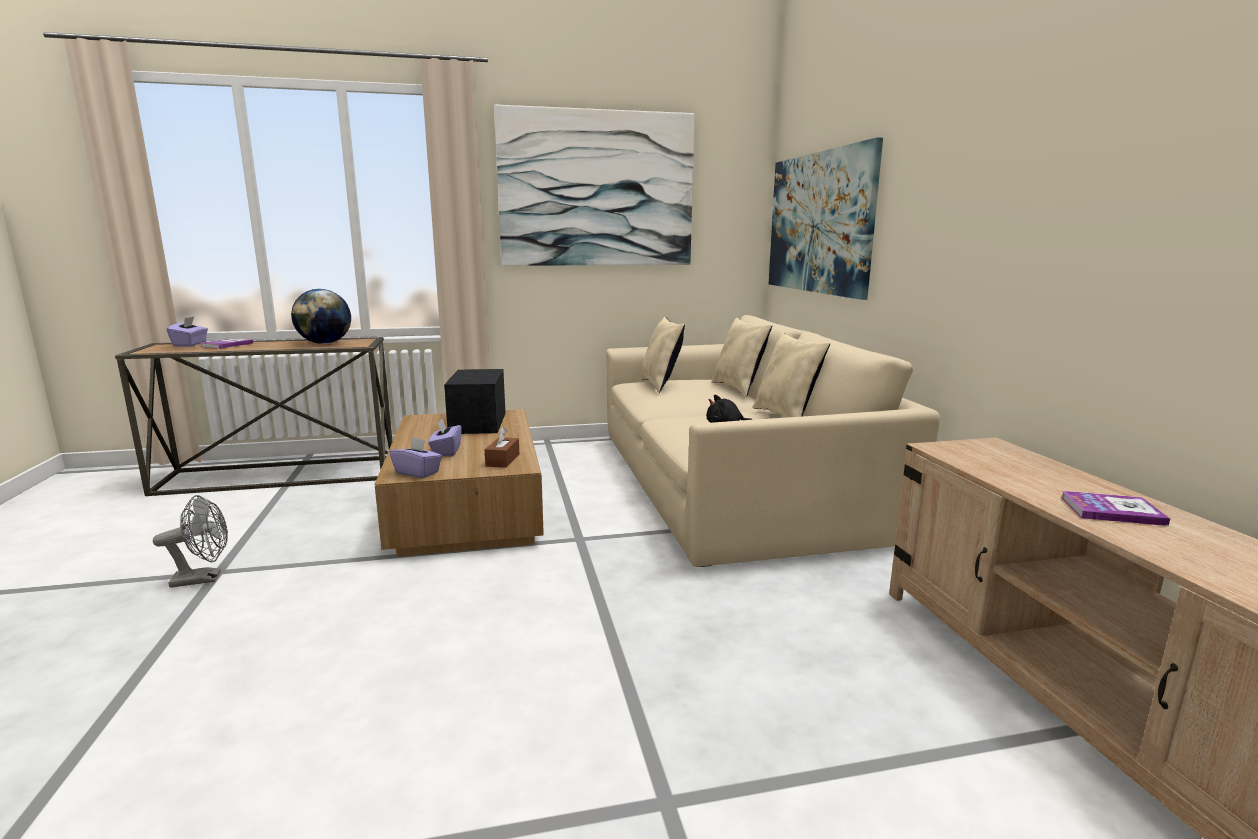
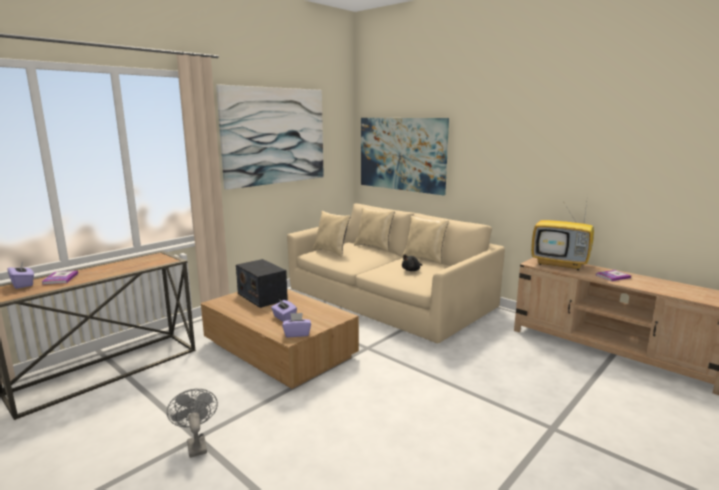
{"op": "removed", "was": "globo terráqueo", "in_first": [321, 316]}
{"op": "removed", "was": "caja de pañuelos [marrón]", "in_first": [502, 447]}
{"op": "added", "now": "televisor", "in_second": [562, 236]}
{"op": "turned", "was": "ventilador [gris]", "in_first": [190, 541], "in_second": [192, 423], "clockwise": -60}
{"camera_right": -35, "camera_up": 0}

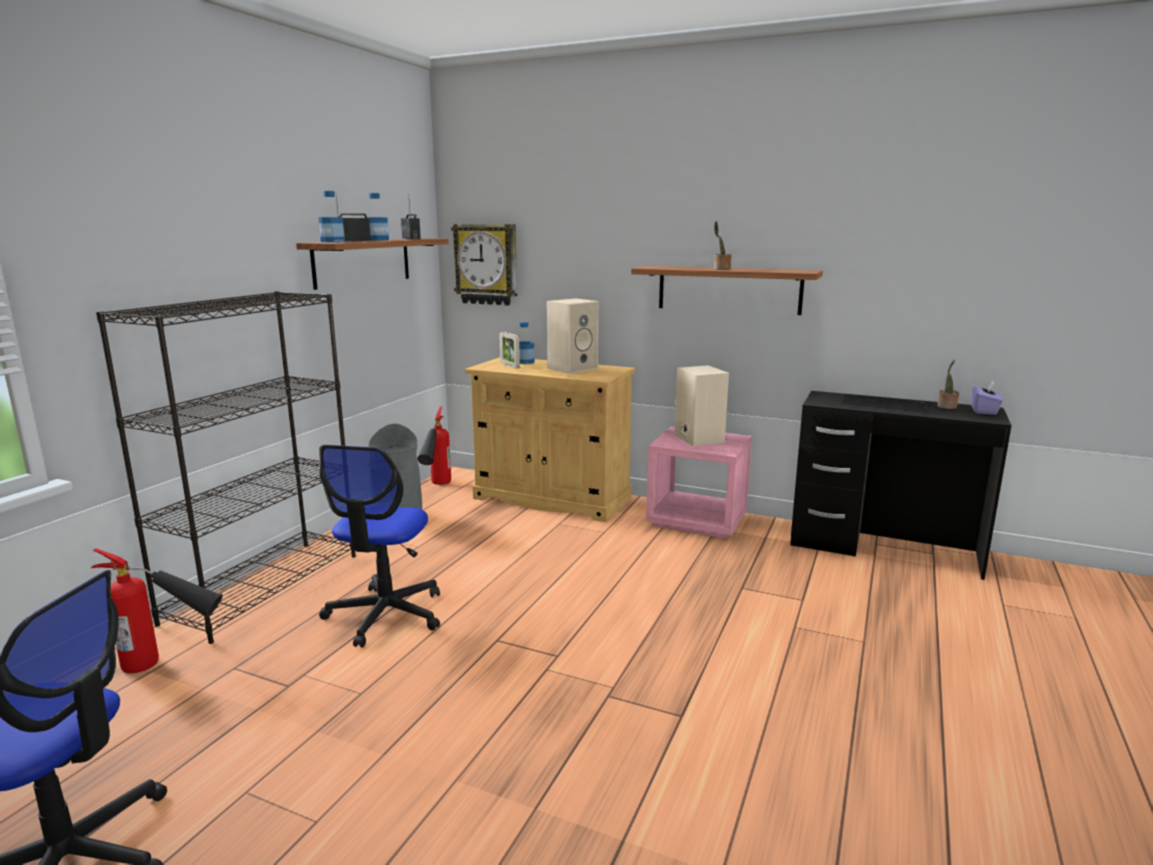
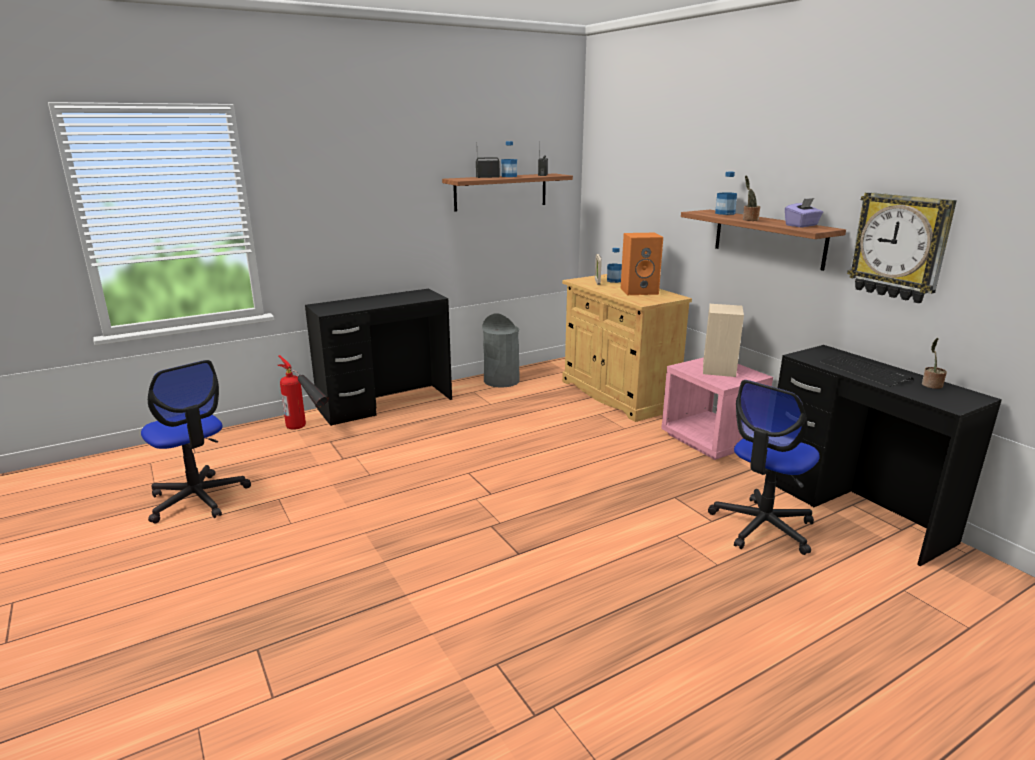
{"op": "removed", "was": "extintor", "in_first": [434, 445]}
{"op": "moved", "was": "botella", "in_first": [331, 216], "in_second": [726, 193]}
{"op": "moved", "was": "silla de oficina", "in_first": [379, 546], "in_second": [764, 467]}
{"op": "moved", "was": "reloj de pared", "in_first": [484, 265], "in_second": [902, 247]}
{"op": "moved", "was": "caja de pañuelos [morado]", "in_first": [987, 398], "in_second": [804, 212]}
{"op": "replaced", "was": "estantería [negro]", "now": "escritorio [negro]", "in_first": [226, 467], "in_second": [378, 357]}
{"op": "recoloured", "was": "altavoz [beis]", "now": "altavoz [naranja]", "in_first": [572, 336], "in_second": [642, 264]}
{"camera_right": 35, "camera_up": 5}

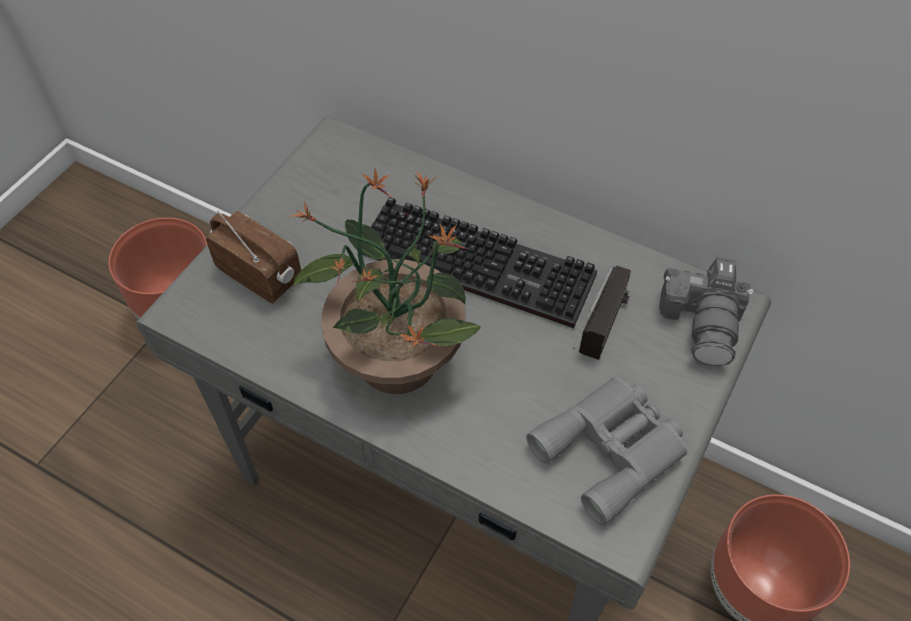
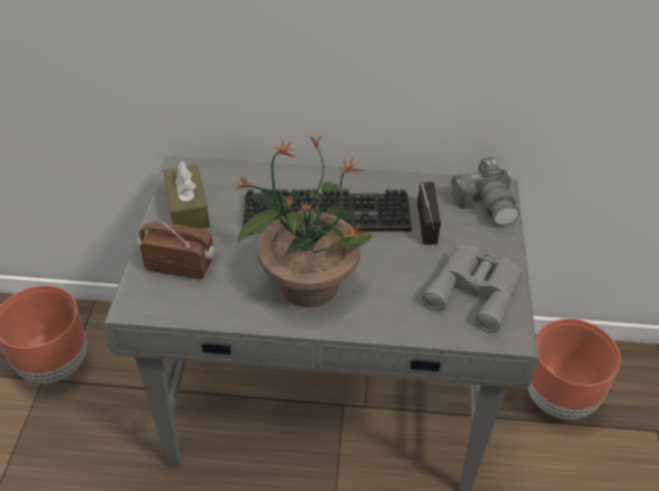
{"op": "added", "now": "caja de pañuelos [marrón]", "in_second": [186, 195]}
{"camera_right": -25, "camera_up": -10}

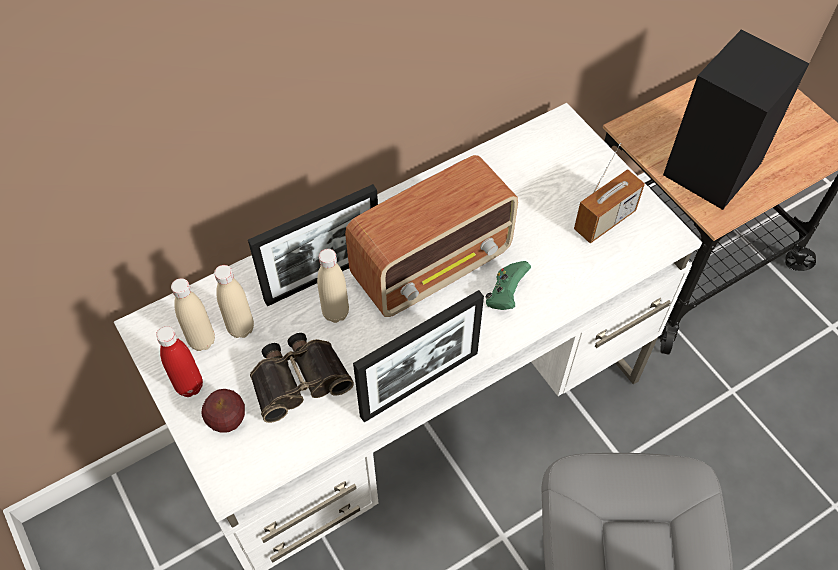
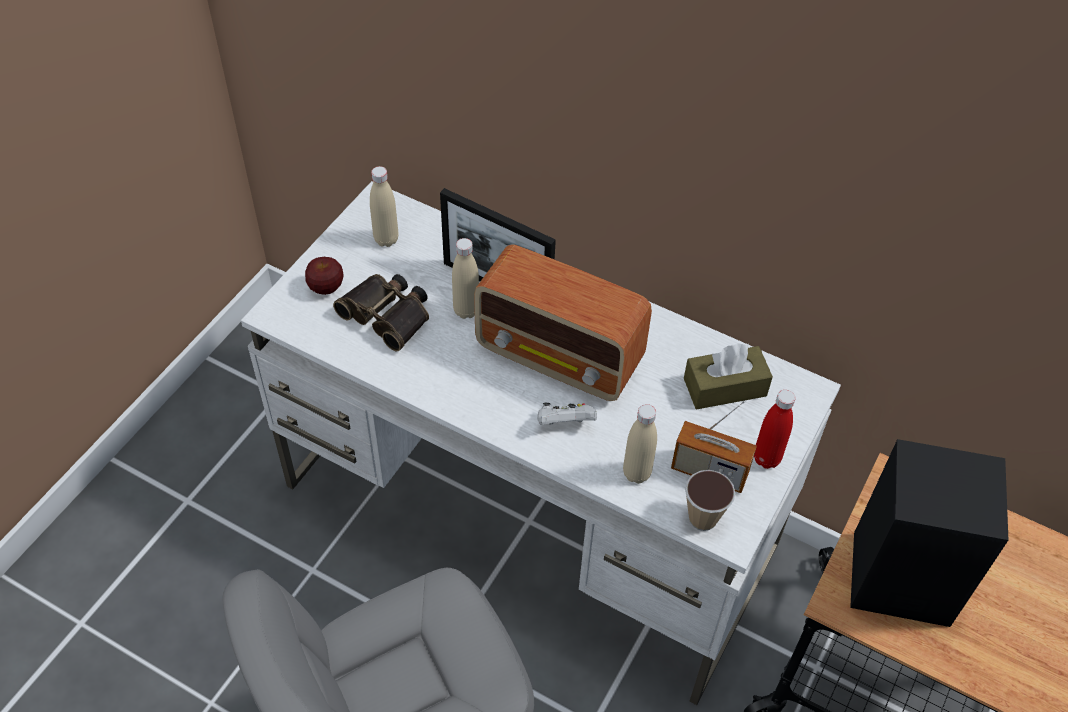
{"op": "removed", "was": "portarretratos", "in_first": [418, 356]}
{"op": "added", "now": "caja de pañuelos [marrón]", "in_second": [728, 376]}
{"op": "added", "now": "taza", "in_second": [710, 500]}
{"op": "moved", "was": "botella [rojo]", "in_first": [179, 361], "in_second": [774, 429]}
{"op": "moved", "was": "botella [beis]", "in_first": [234, 301], "in_second": [640, 444]}
{"op": "recoloured", "was": "mando de consola [verde]", "now": "mando de consola [blanco]", "in_first": [508, 285], "in_second": [567, 414]}
{"camera_right": 60, "camera_up": -5}

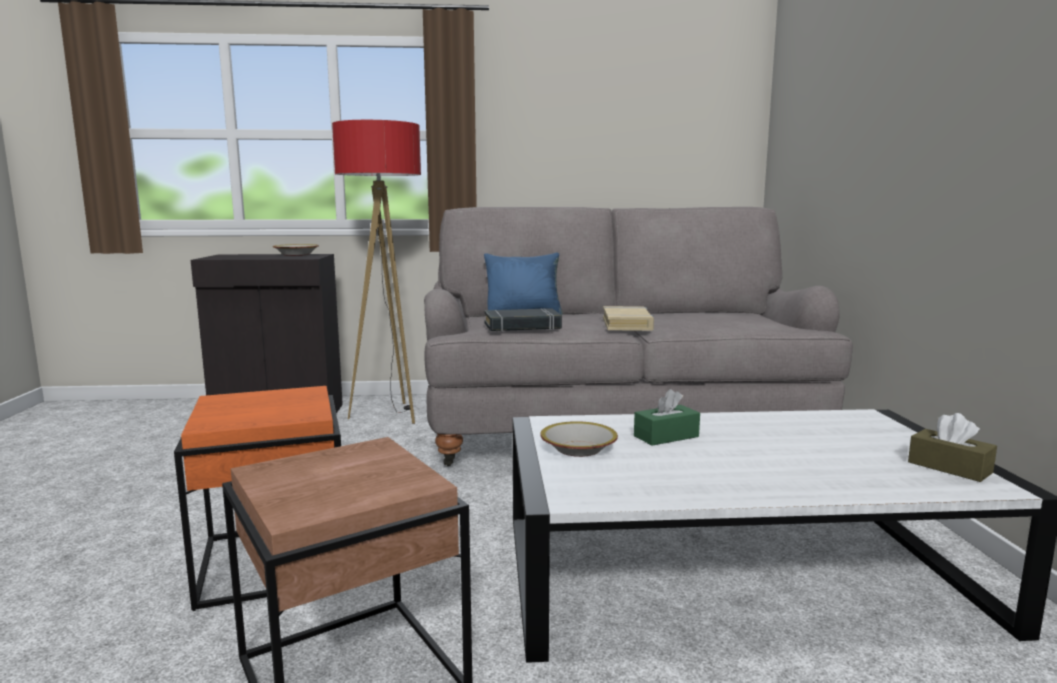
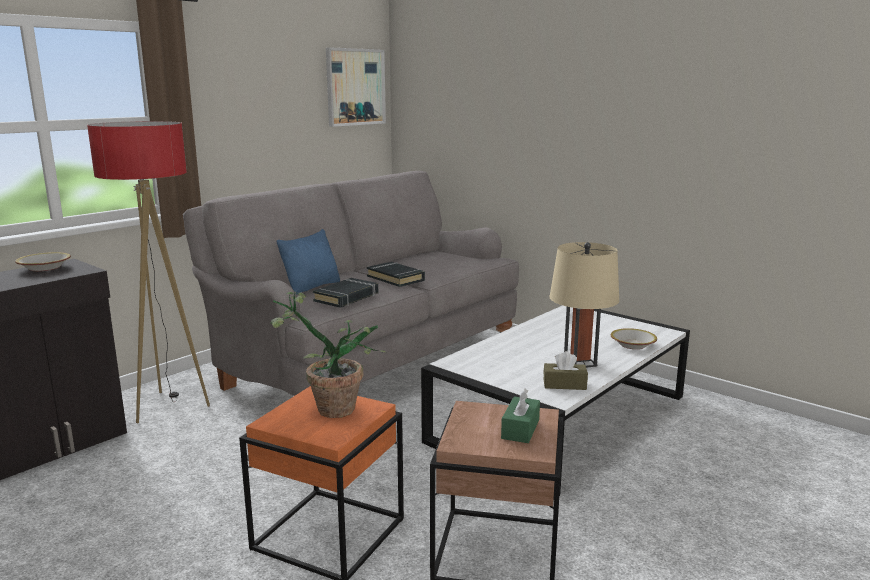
{"op": "added", "now": "planta en maceta", "in_second": [328, 355]}
{"op": "added", "now": "cuadro", "in_second": [356, 87]}
{"op": "added", "now": "lámpara de mesa [beis]", "in_second": [584, 305]}
{"op": "moved", "was": "cuenco", "in_first": [579, 439], "in_second": [634, 338]}
{"op": "moved", "was": "caja de pañuelos [verde]", "in_first": [667, 417], "in_second": [520, 416]}
{"op": "moved", "was": "caja de pañuelos [marrón]", "in_first": [952, 447], "in_second": [565, 370]}
{"op": "recoloured", "was": "libro [beis]", "now": "libro [negro]", "in_first": [628, 318], "in_second": [396, 274]}
{"camera_right": -45, "camera_up": 5}

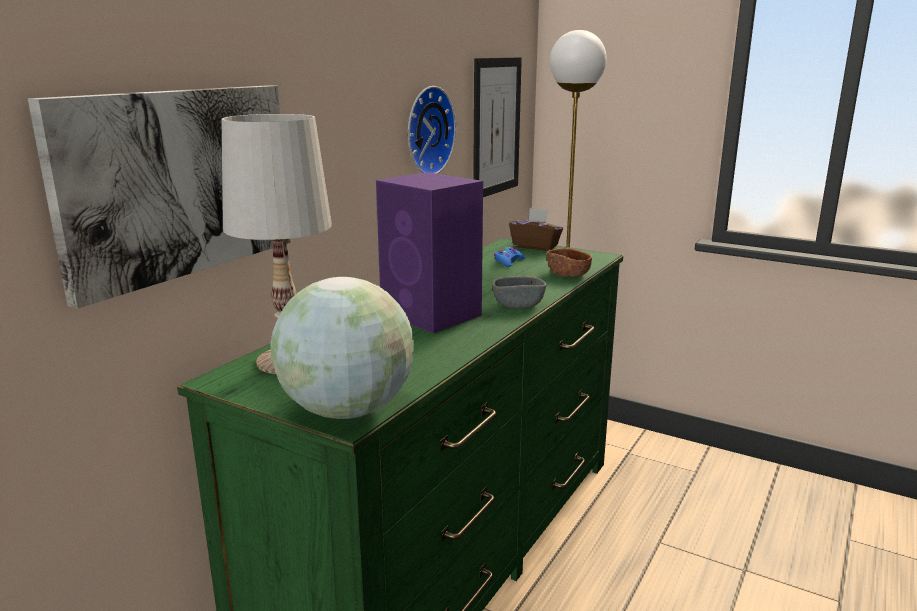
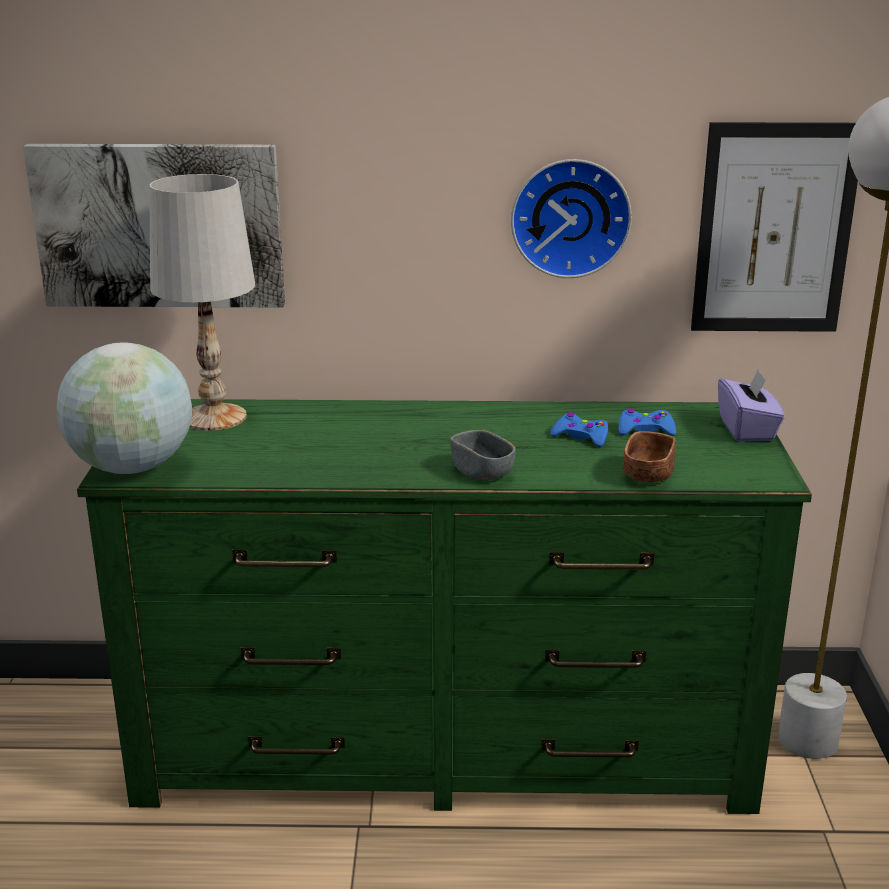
{"op": "removed", "was": "altavoz [morado]", "in_first": [429, 252]}
{"op": "added", "now": "mando de consola [azul]", "in_second": [579, 429]}
{"op": "recoloured", "was": "caja de pañuelos [marrón]", "now": "caja de pañuelos [morado]", "in_first": [536, 229], "in_second": [751, 405]}
{"camera_right": 60, "camera_up": 5}

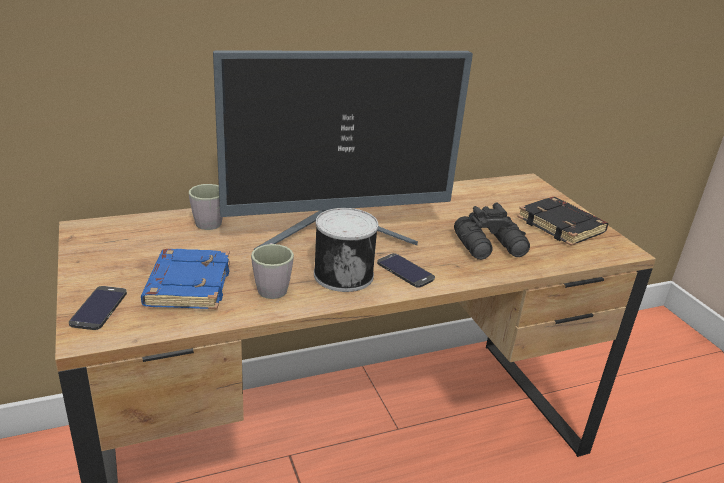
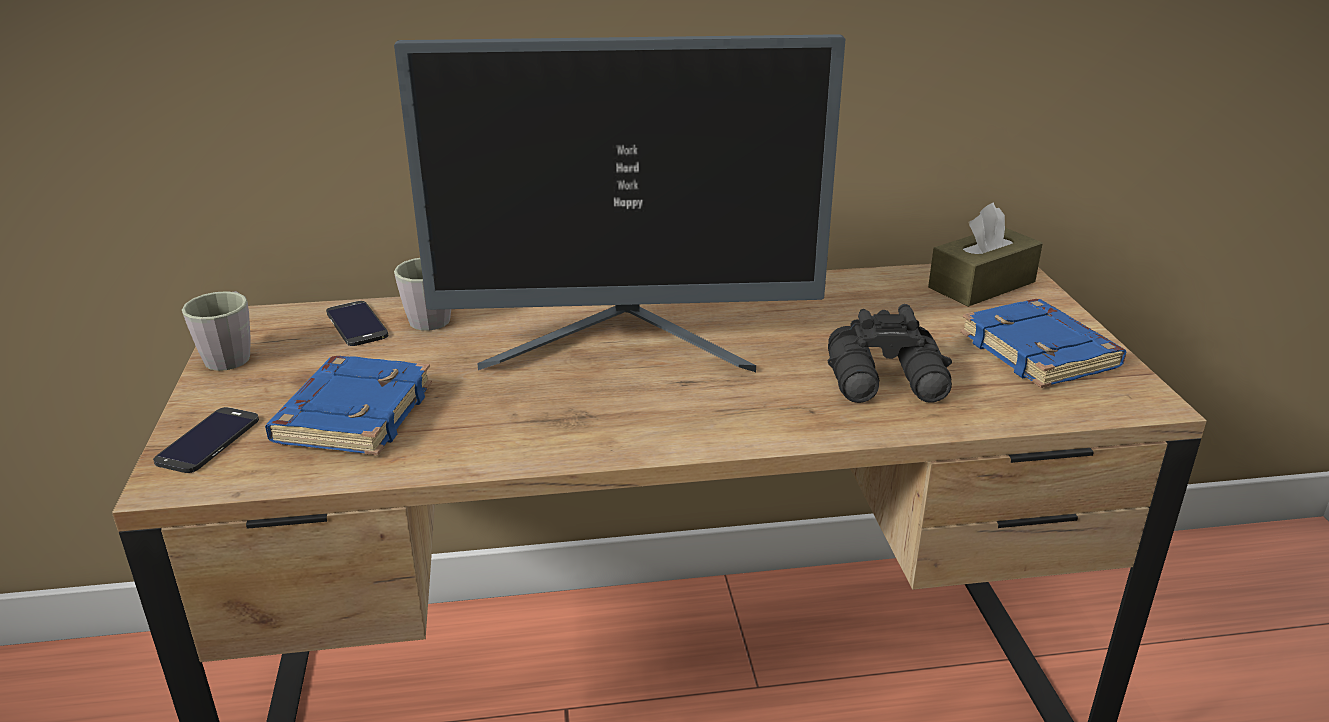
{"op": "removed", "was": "lata", "in_first": [346, 250]}
{"op": "added", "now": "caja de pañuelos [marrón]", "in_second": [985, 254]}
{"op": "moved", "was": "taza grande [gris]", "in_first": [272, 271], "in_second": [216, 331]}
{"op": "moved", "was": "móvil", "in_first": [406, 270], "in_second": [357, 323]}
{"op": "recoloured", "was": "libro [negro]", "now": "libro [azul]", "in_first": [562, 221], "in_second": [1043, 343]}
{"camera_right": 15, "camera_up": 0}

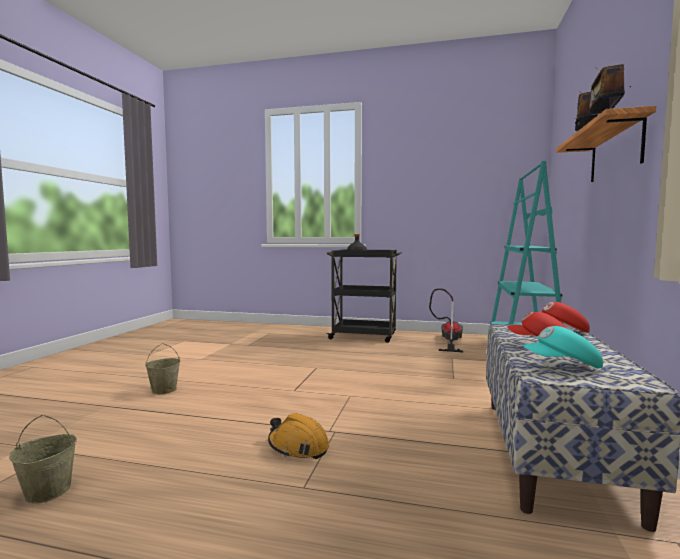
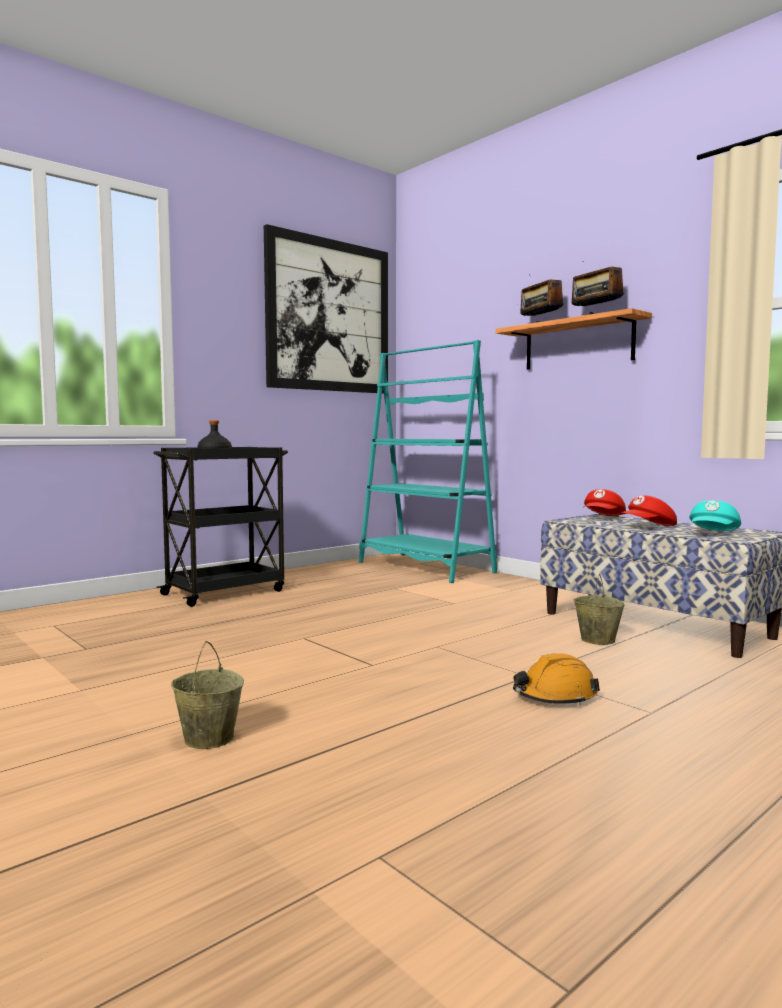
{"op": "removed", "was": "aspiradora", "in_first": [446, 320]}
{"op": "added", "now": "cuadro", "in_second": [326, 309]}
{"op": "moved", "was": "cubo [beis]", "in_first": [43, 459], "in_second": [599, 609]}
{"camera_right": -55, "camera_up": 0}

